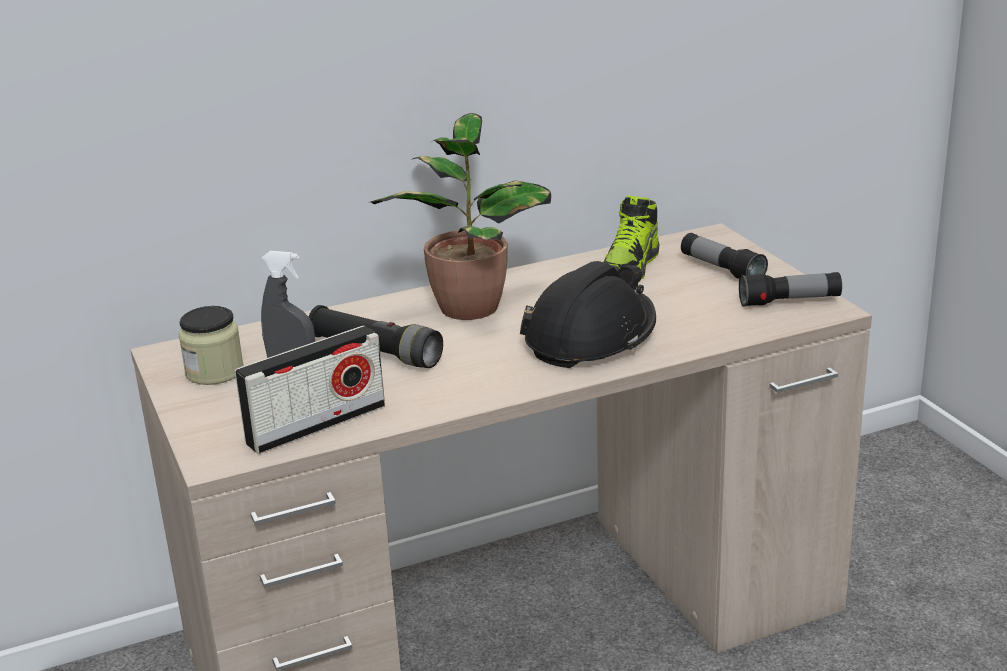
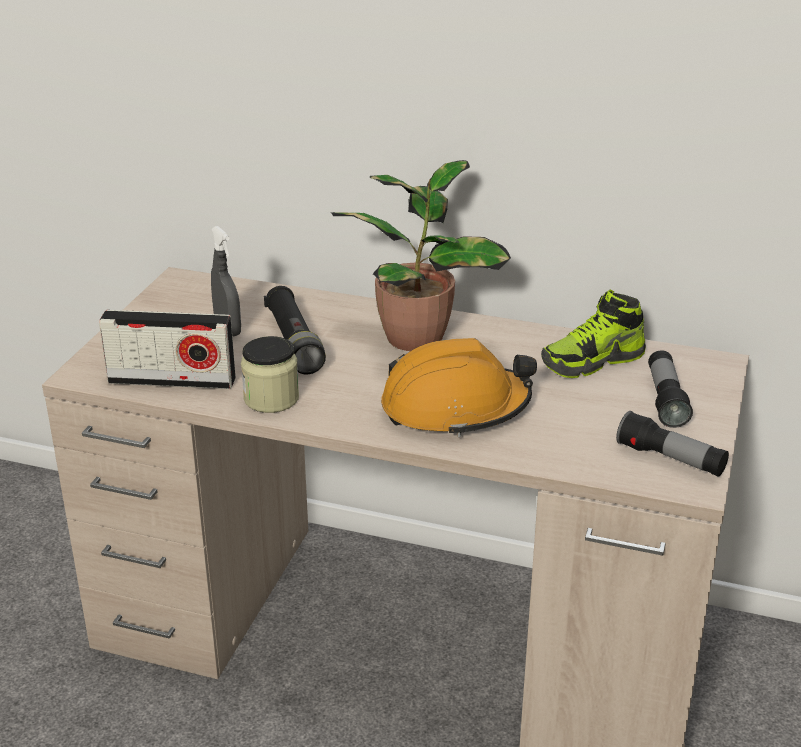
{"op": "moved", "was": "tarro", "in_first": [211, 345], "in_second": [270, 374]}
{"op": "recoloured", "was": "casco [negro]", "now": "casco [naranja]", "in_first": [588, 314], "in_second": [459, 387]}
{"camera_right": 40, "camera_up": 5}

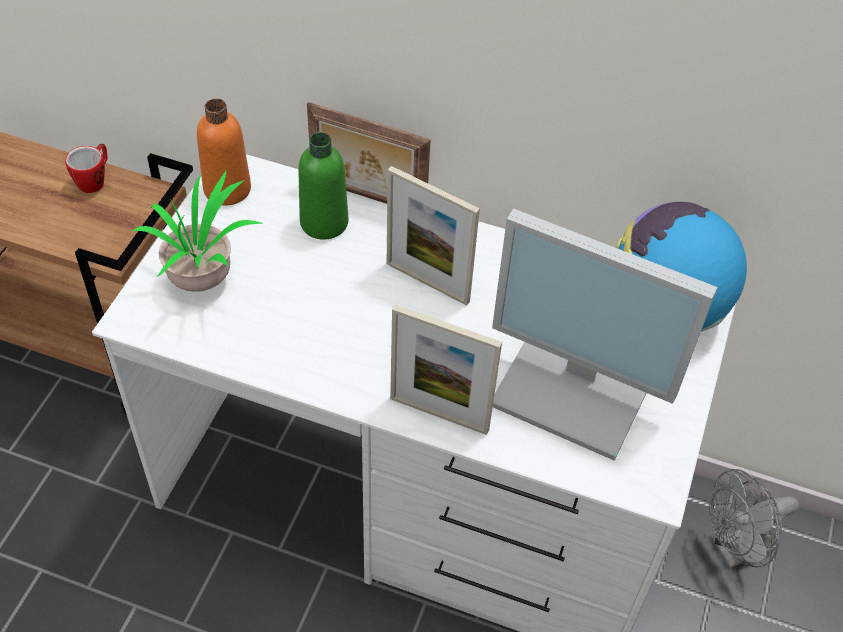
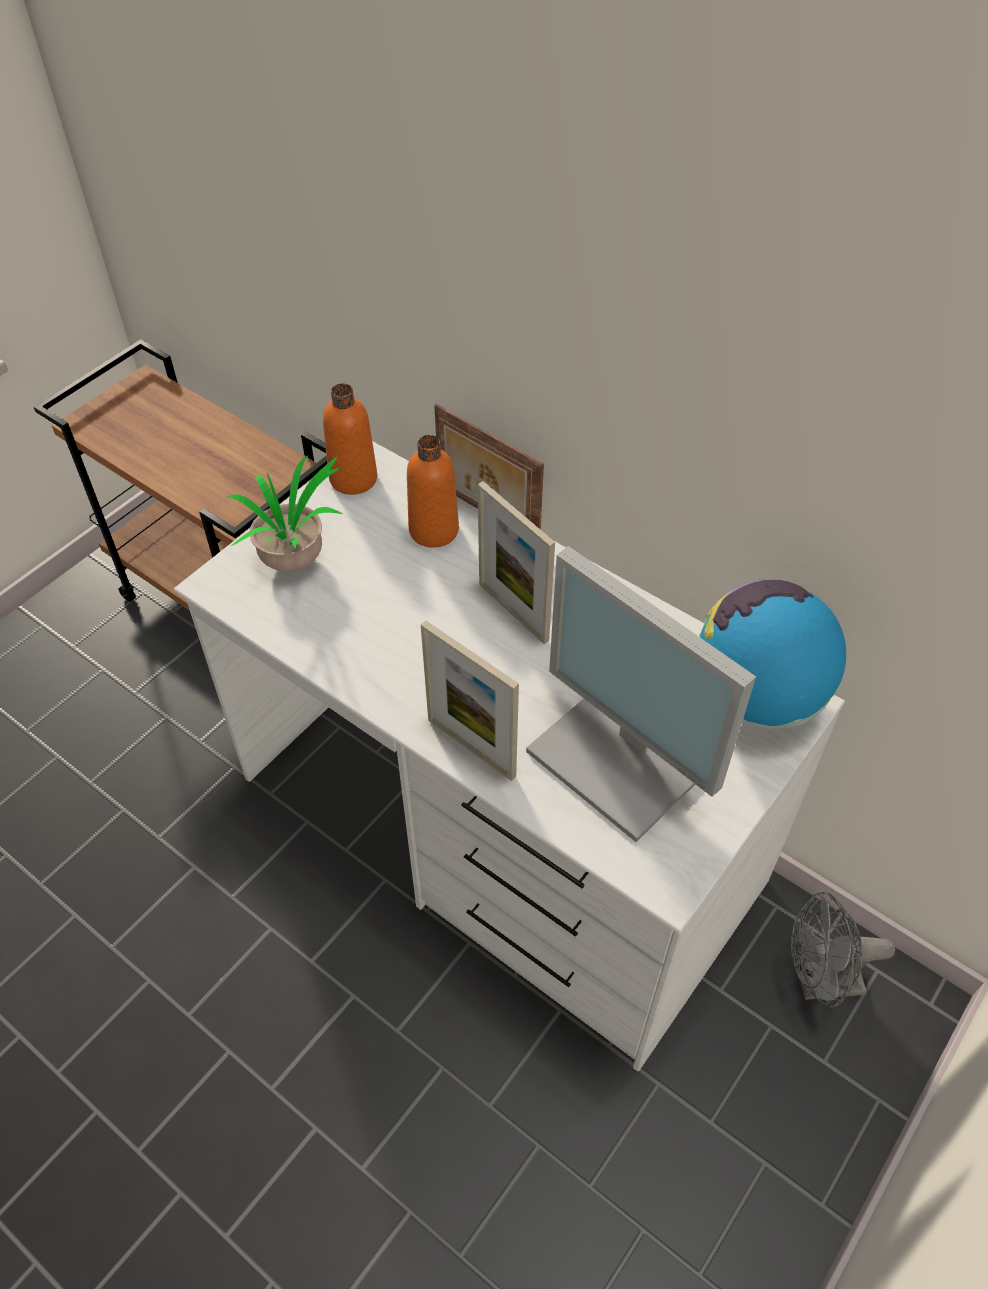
{"op": "removed", "was": "taza grande", "in_first": [86, 168]}
{"op": "recoloured", "was": "botella [verde]", "now": "botella [naranja]", "in_first": [323, 186], "in_second": [433, 491]}
{"camera_right": 20, "camera_up": 0}

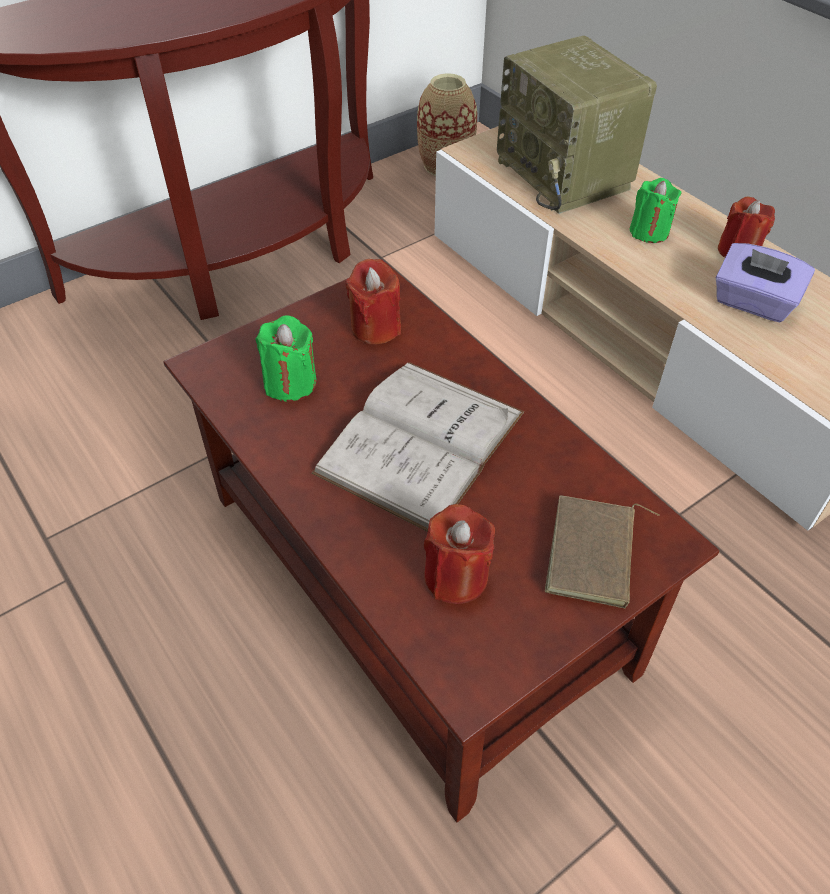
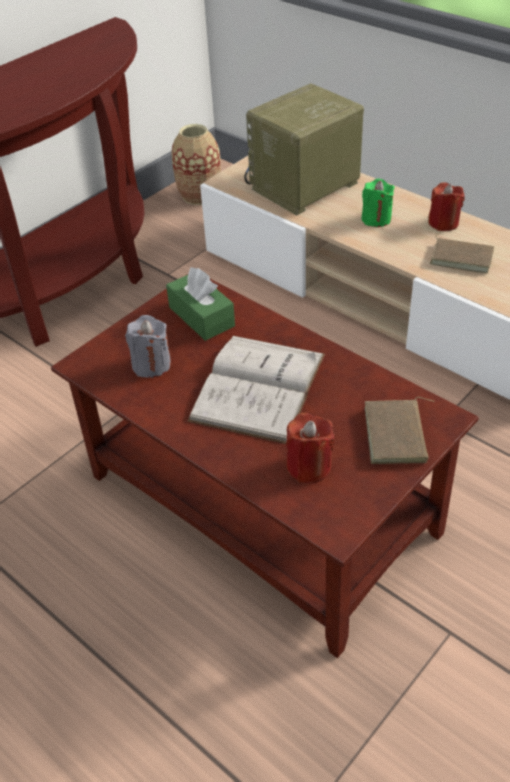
{"op": "replaced", "was": "vela [rojo]", "now": "caja de pañuelos [verde]", "in_first": [373, 301], "in_second": [200, 304]}
{"op": "replaced", "was": "caja de pañuelos [morado]", "now": "libro [marrón]", "in_first": [765, 283], "in_second": [462, 253]}
{"op": "recoloured", "was": "vela [verde]", "now": "vela [gris]", "in_first": [286, 358], "in_second": [148, 346]}
{"op": "turned", "was": "radio", "in_first": [577, 125], "in_second": [304, 149], "clockwise": 90}
{"camera_right": -10, "camera_up": -5}

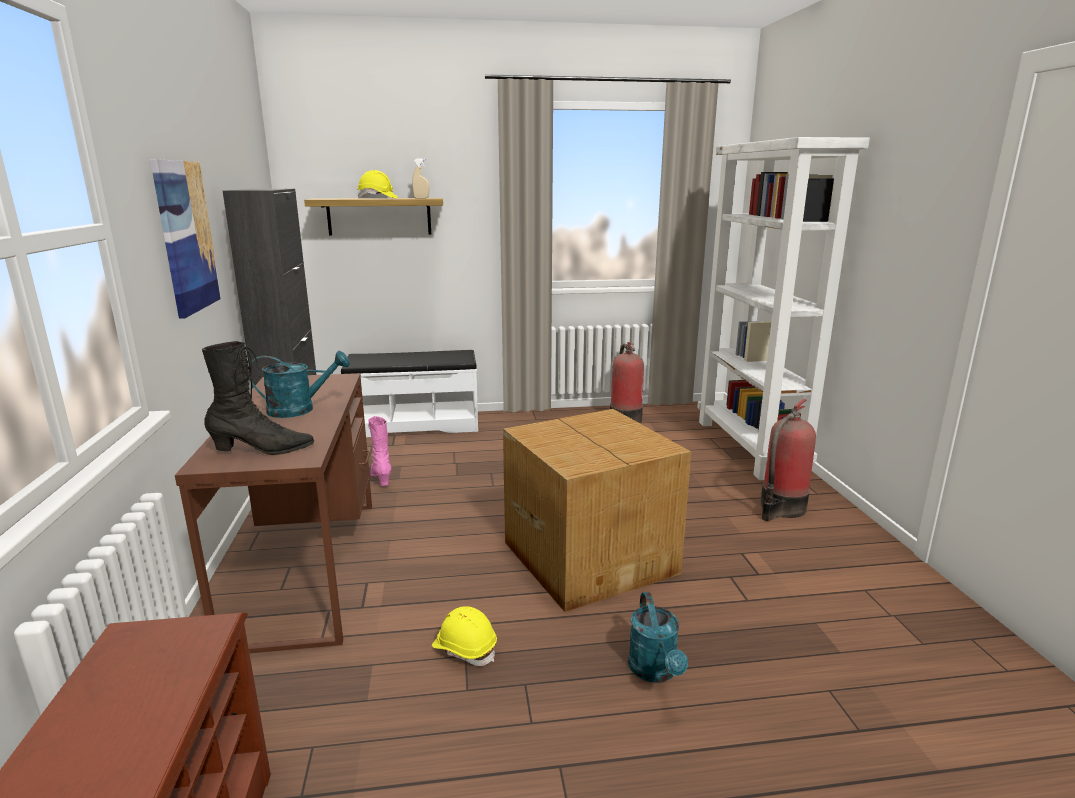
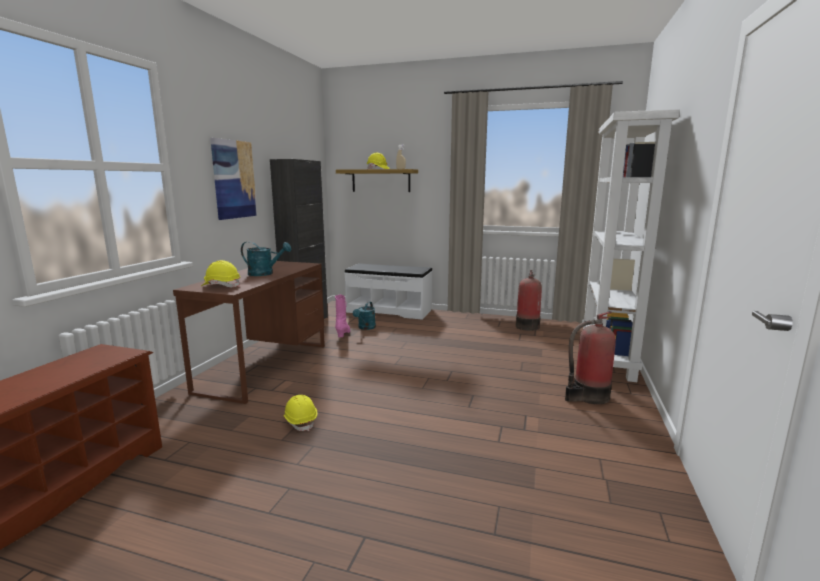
{"op": "removed", "was": "caja de cartón", "in_first": [597, 510]}
{"op": "moved", "was": "regadera [turquesa]", "in_first": [658, 637], "in_second": [364, 315]}
{"op": "replaced", "was": "bota [negro]", "now": "casco [amarillo]", "in_first": [258, 398], "in_second": [220, 273]}
{"camera_right": 25, "camera_up": -5}

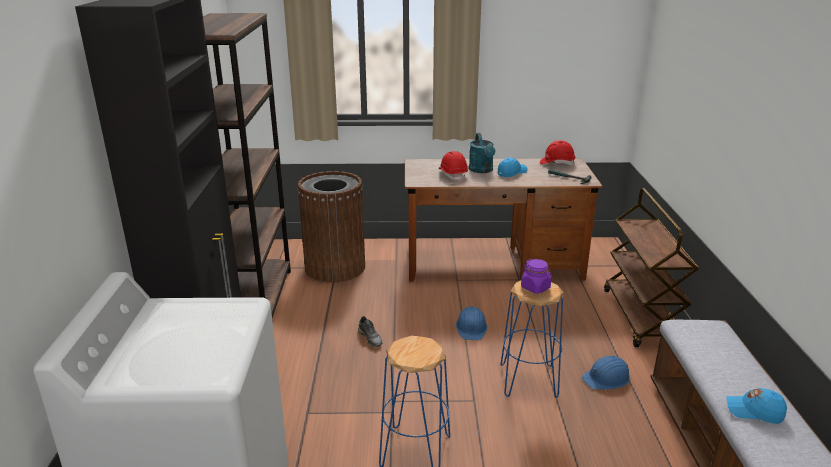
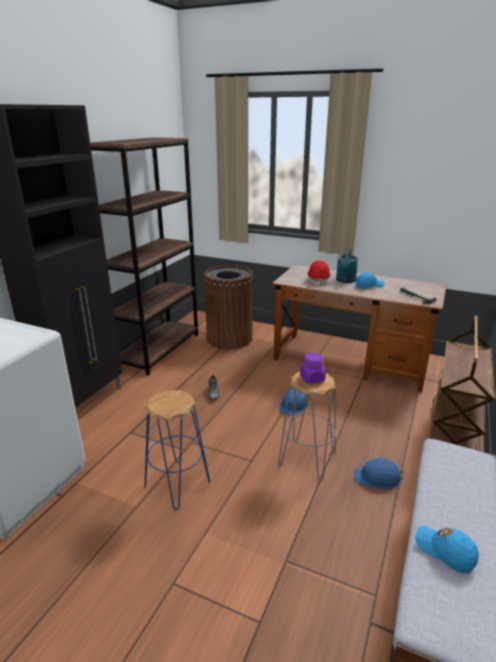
{"op": "removed", "was": "casco [rojo]", "in_first": [558, 152]}
{"op": "recoloured", "was": "taburete [azul]", "now": "taburete [gris]", "in_first": [532, 339], "in_second": [307, 426]}
{"camera_right": 25, "camera_up": 0}

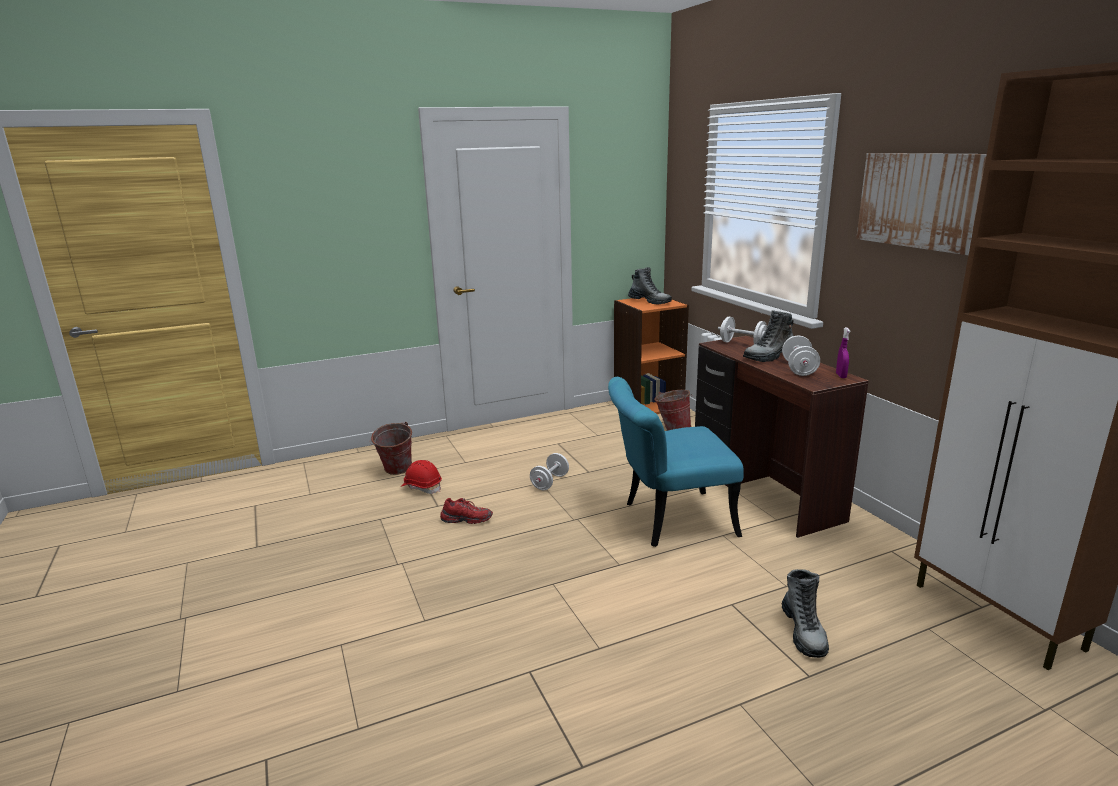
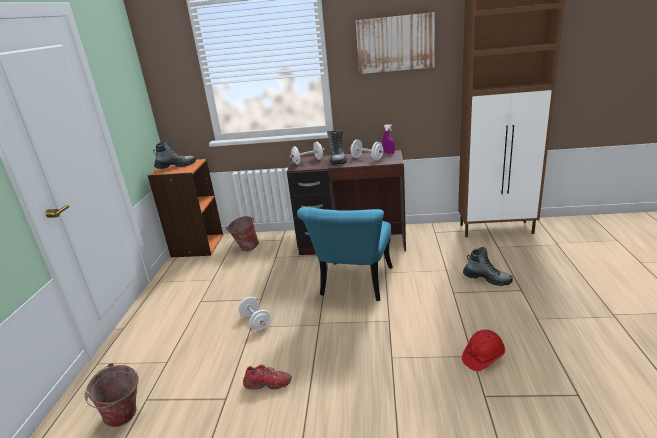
{"op": "moved", "was": "casco [rojo]", "in_first": [421, 477], "in_second": [483, 350]}
{"op": "turned", "was": "zapato [rojo]", "in_first": [466, 511], "in_second": [267, 377], "clockwise": 60}
{"camera_right": -60, "camera_up": 5}

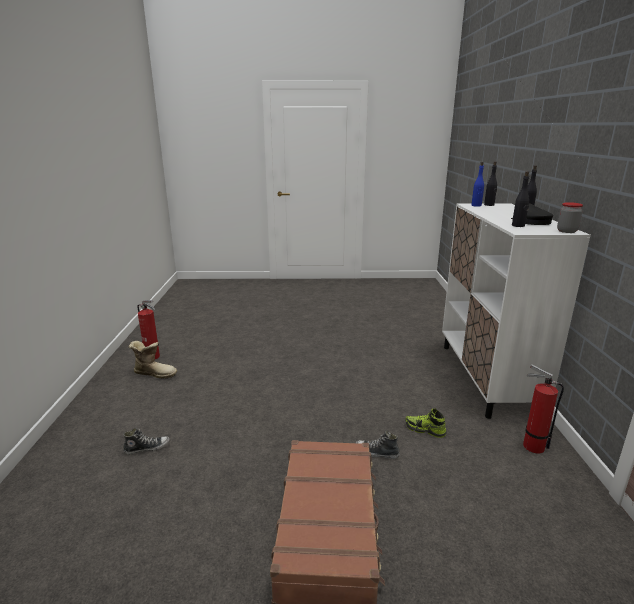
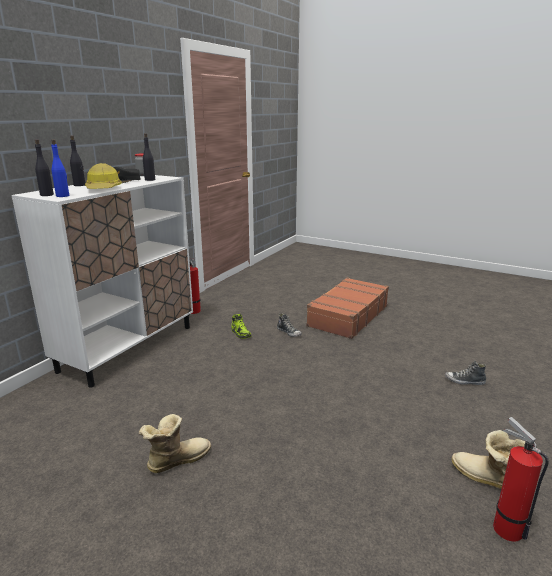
{"op": "added", "now": "casco", "in_second": [103, 176]}
{"op": "added", "now": "bota", "in_second": [175, 443]}
{"camera_right": -150, "camera_up": 0}

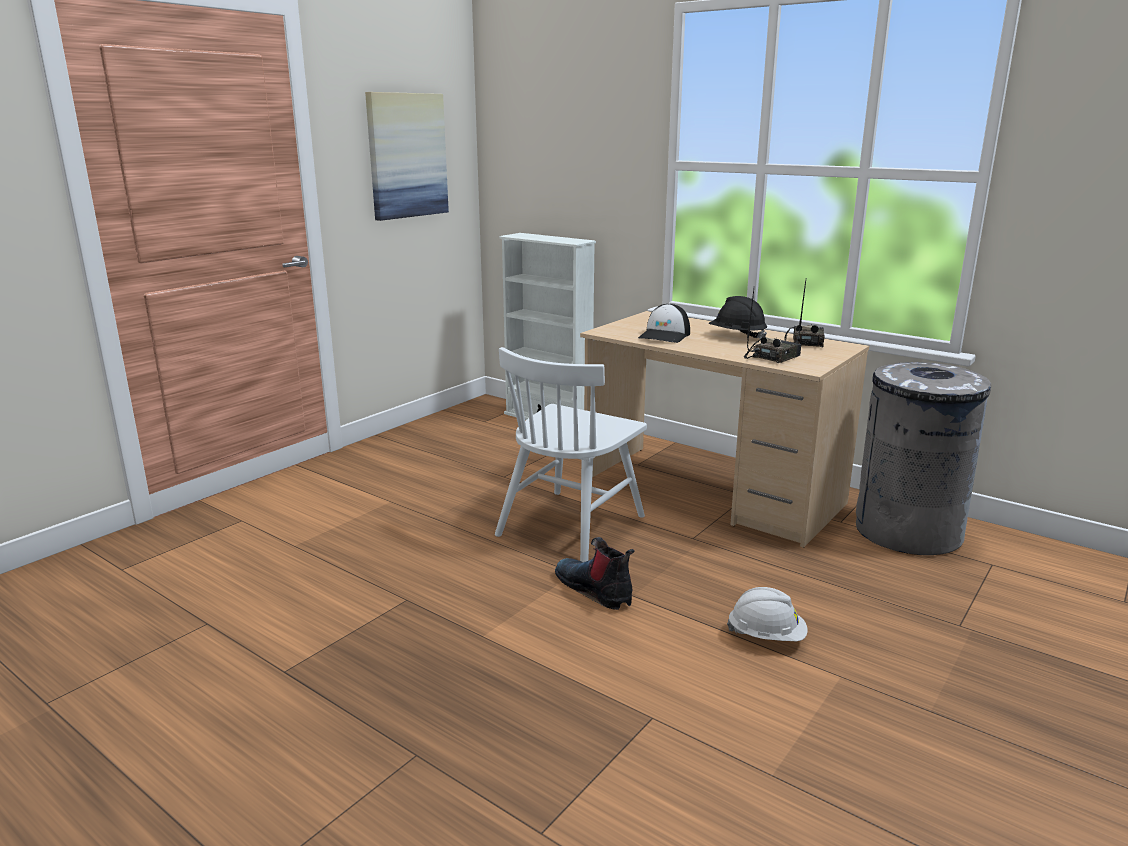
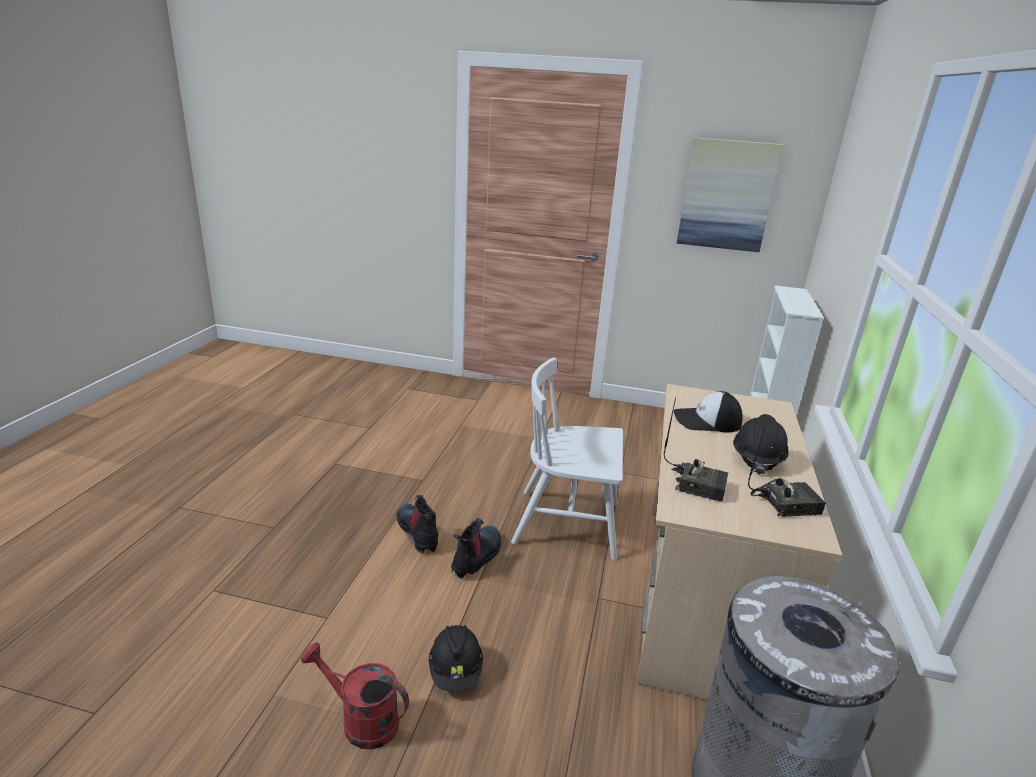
{"op": "added", "now": "regadera [rojo]", "in_second": [355, 696]}
{"op": "added", "now": "bota", "in_second": [417, 524]}
{"op": "recoloured", "was": "casco [blanco]", "now": "casco [negro]", "in_first": [767, 614], "in_second": [456, 658]}
{"camera_right": 65, "camera_up": 5}

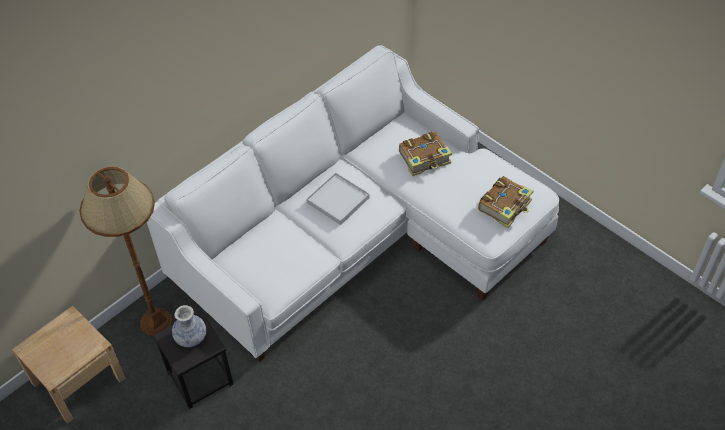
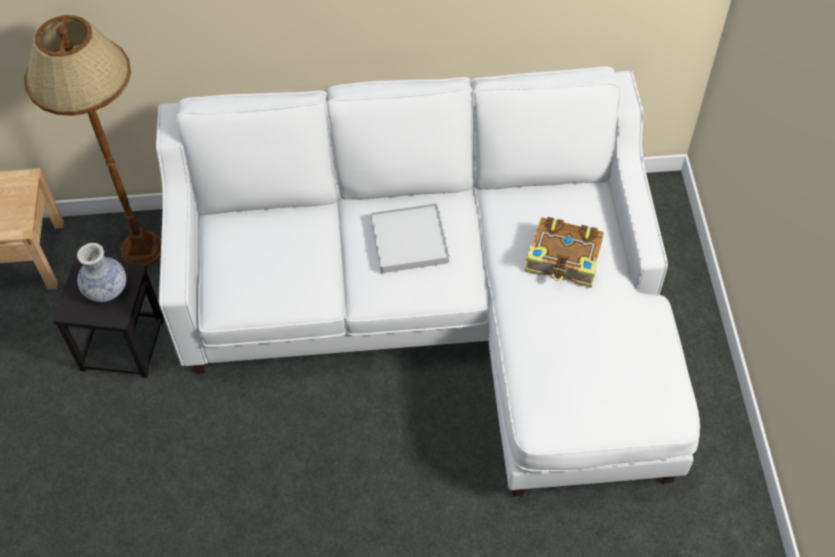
{"op": "removed", "was": "libro", "in_first": [505, 202]}
{"camera_right": 40, "camera_up": 5}

